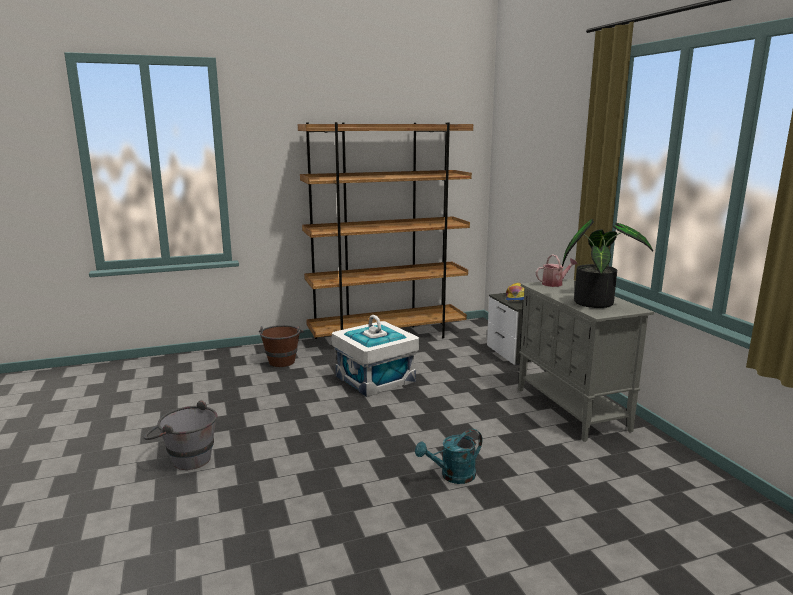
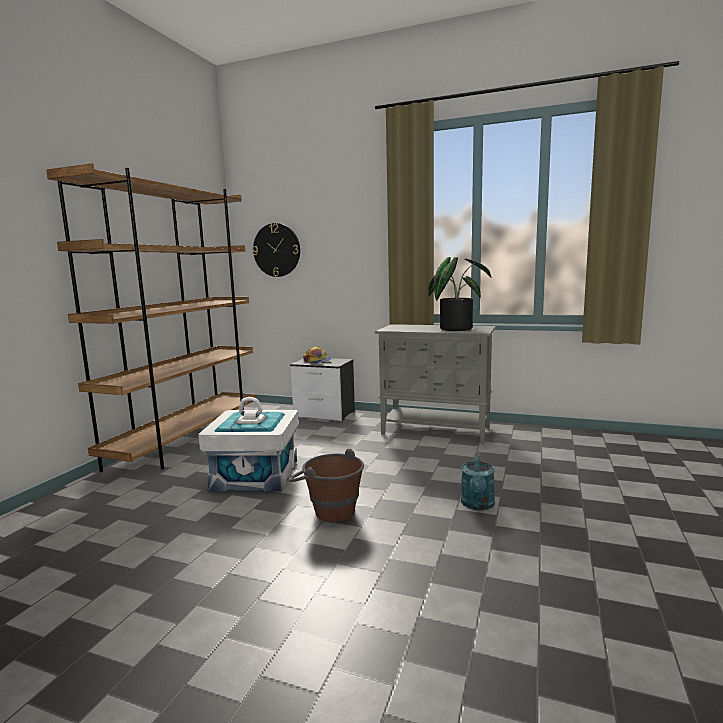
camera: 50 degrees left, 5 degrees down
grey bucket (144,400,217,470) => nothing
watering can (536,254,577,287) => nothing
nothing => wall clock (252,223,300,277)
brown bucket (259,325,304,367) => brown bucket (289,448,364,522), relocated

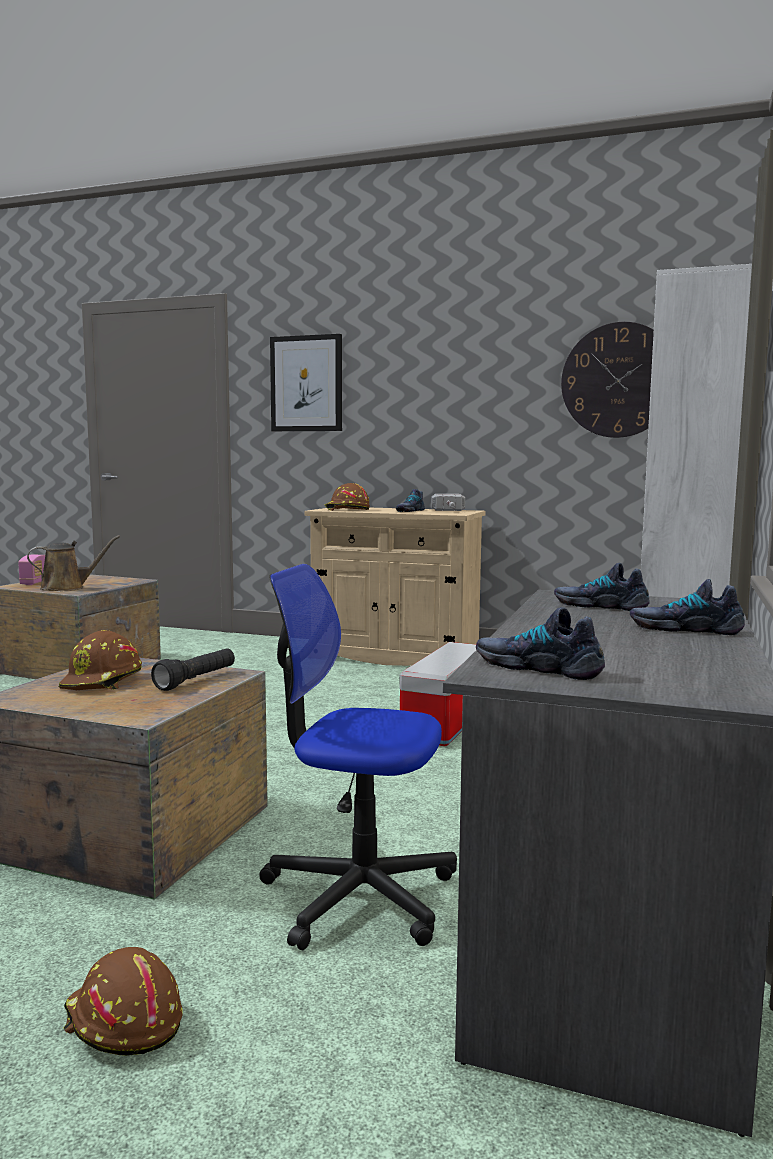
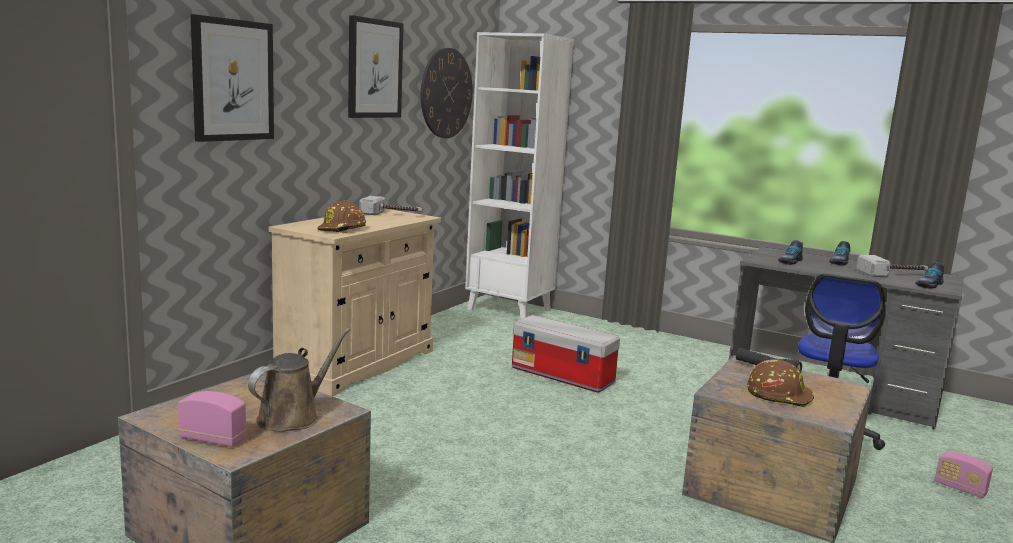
camera: 80 degrees left, 5 degrees up
shoe (396,489,425,512) => nothing
nothing => picture (348,15,404,118)
nothing => hammer (857,255,928,277)
brown hard hat (64,947,183,1056) => radio (935,452,993,498)
brown watering can (27,535,120,591) => brown watering can (248,328,350,432), 45 degrees clockwise

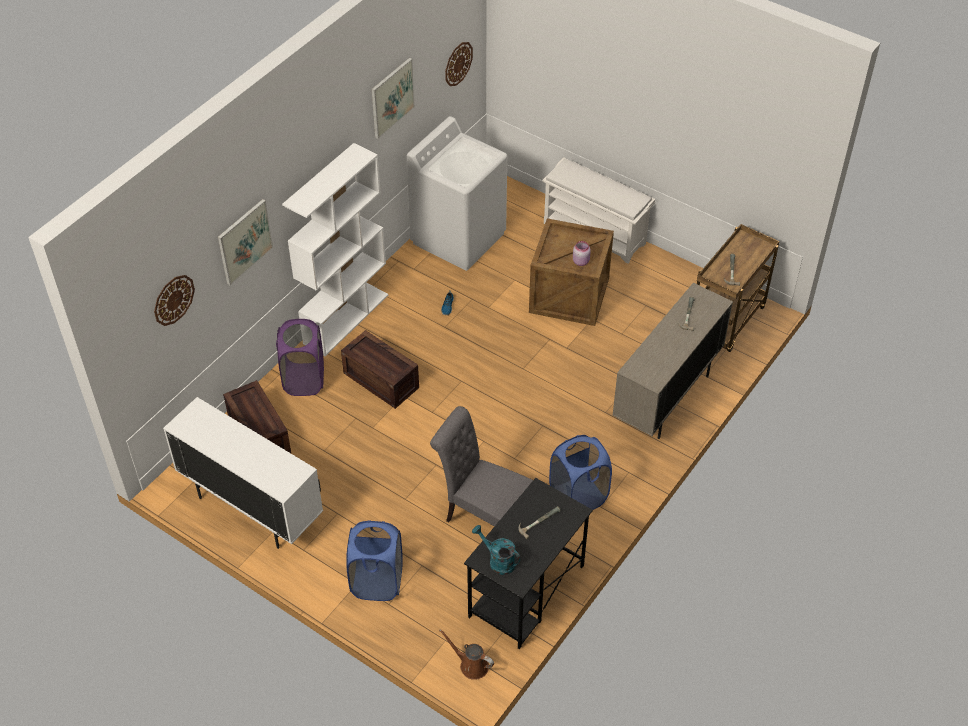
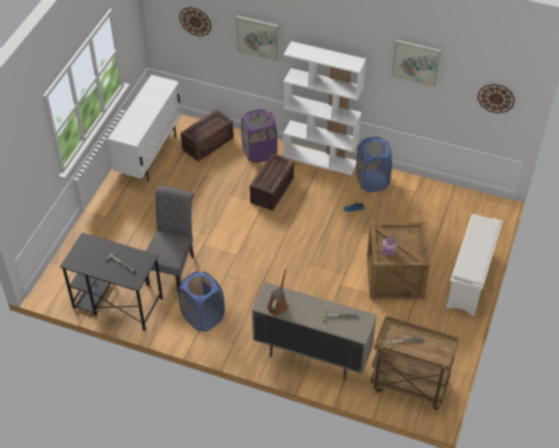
camera: 75 degrees right, 0 degrees up
white washing machine (407,116,507,271) => nothing
turquoise watering can (472,525,521,575) => nothing
blue laundry basket (346,520,403,601) => blue laundry basket (356,137,392,192), relocated
brown watering can (439,629,494,680) => brown watering can (267,269,288,315), relocated

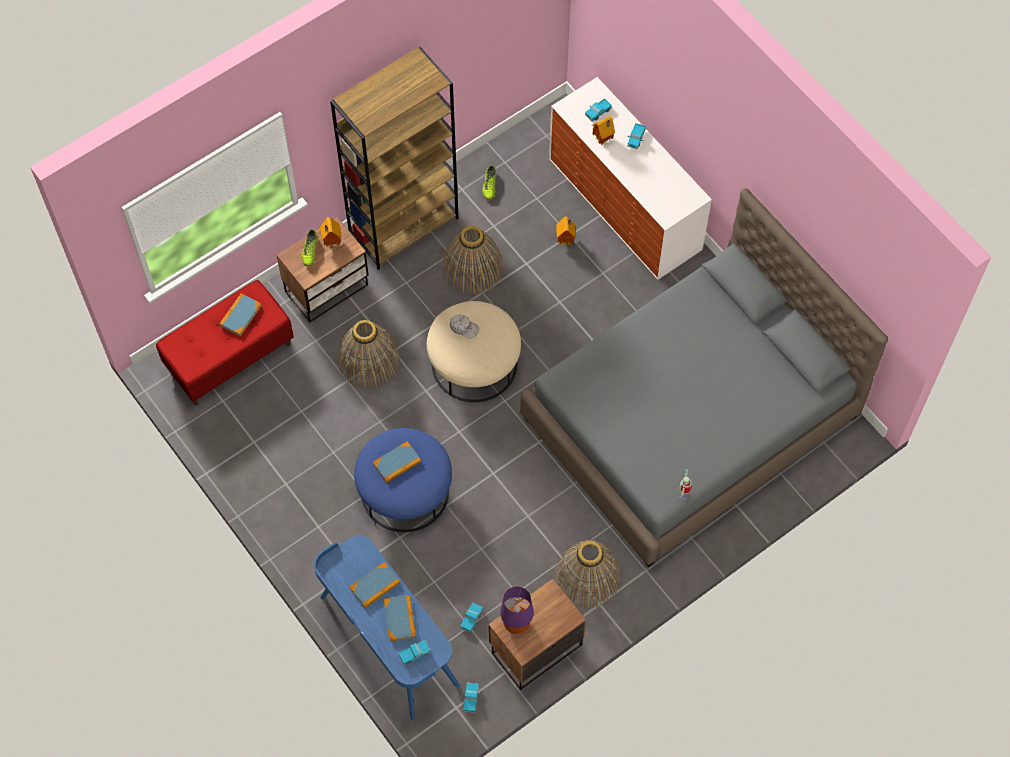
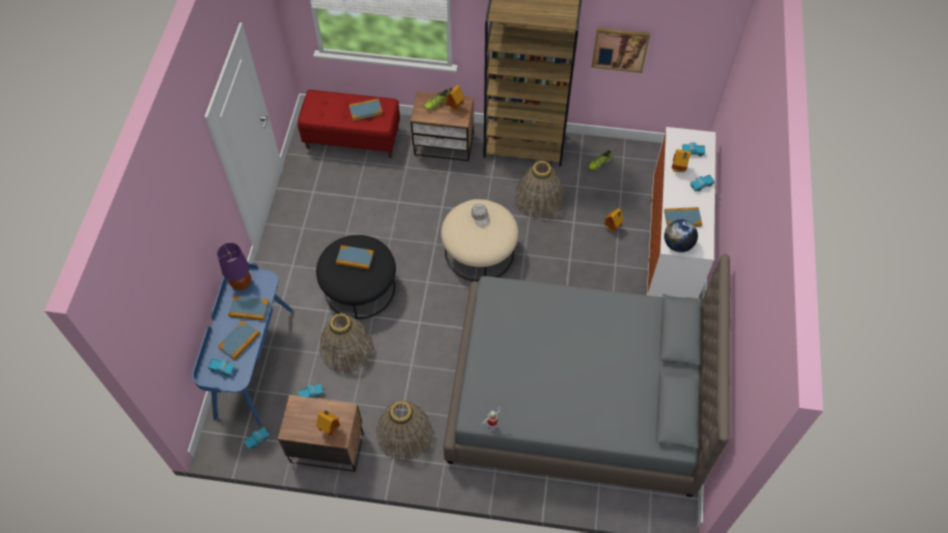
camera: 45 degrees right, 5 degrees down
nothing => toy house (316,410,340,436)
nothing => picture (591,28,650,73)
nothing => book (664,207,702,227)
nothing => globe (664,219,698,252)
basket (338,320,400,389) => basket (320,313,374,373), relocated
purple table lamp (500,587,534,634) => purple table lamp (217,243,251,290), relocated
blue ottoman (354,428,452,532) => black ottoman (316,235,396,319)

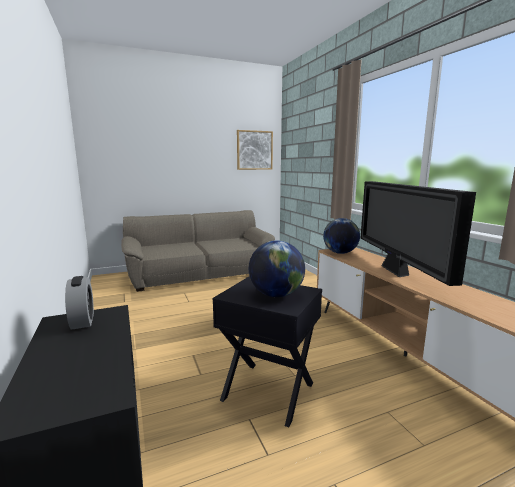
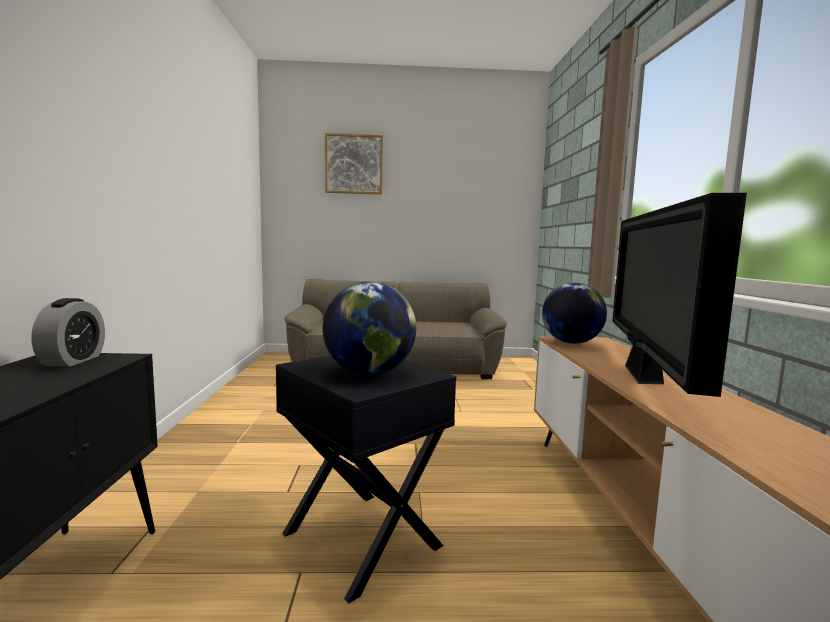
camera: 20 degrees right, 5 degrees down
picture (237,130,273,170) => picture (325,133,383,195), relocated

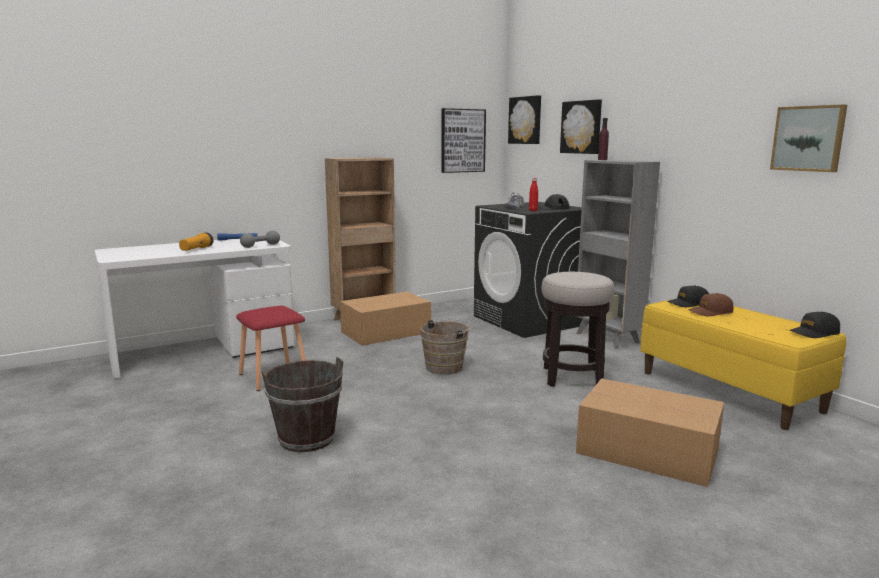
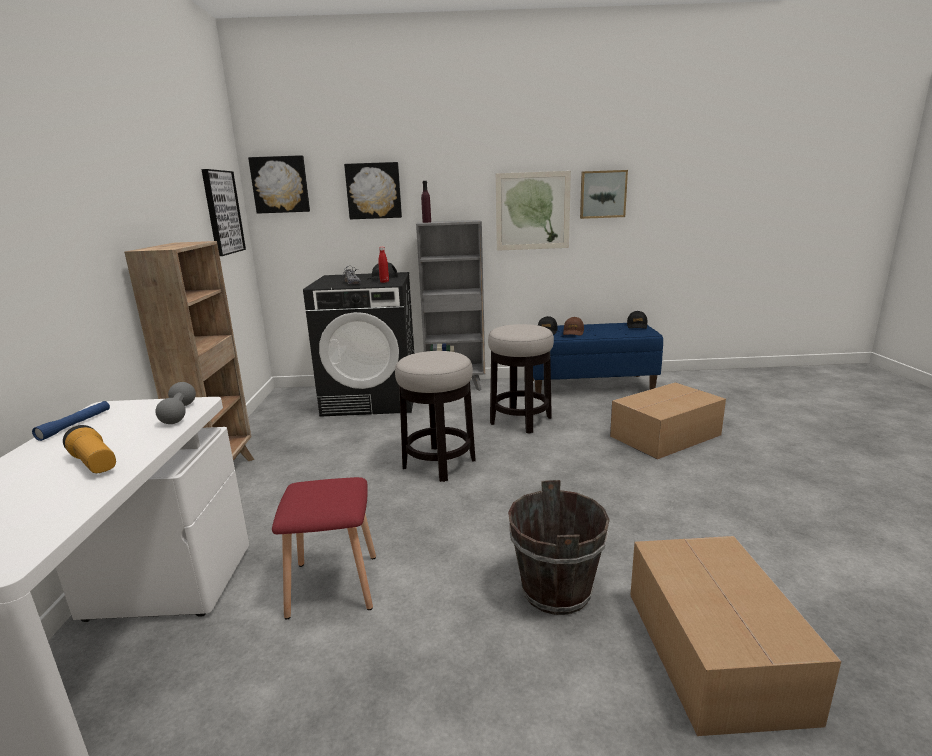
camera: 60 degrees left, 5 degrees up
nothing => picture (496,171,571,251)
cardboard box (340,292,431,346) => cardboard box (630,536,841,736), relocated
brown bucket (420,319,474,375) => stool (395,351,476,482)
yellow bench (640,299,846,430) => blue bench (533,323,663,393)

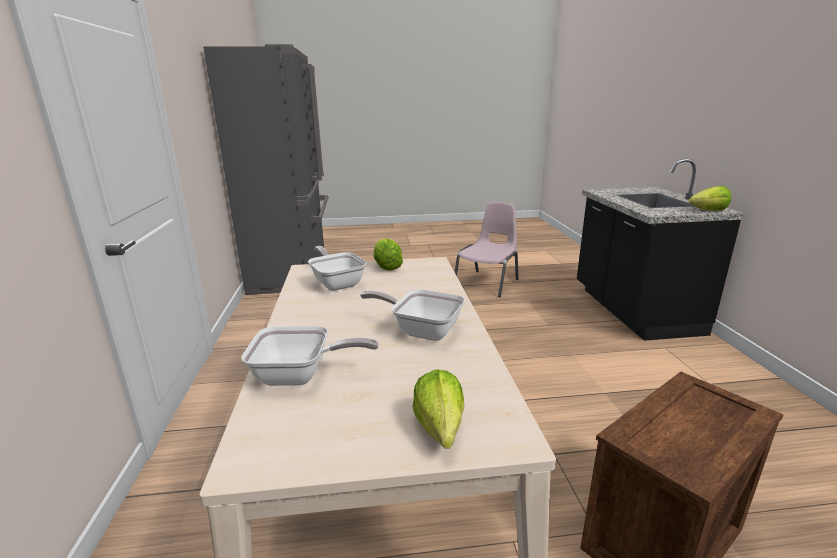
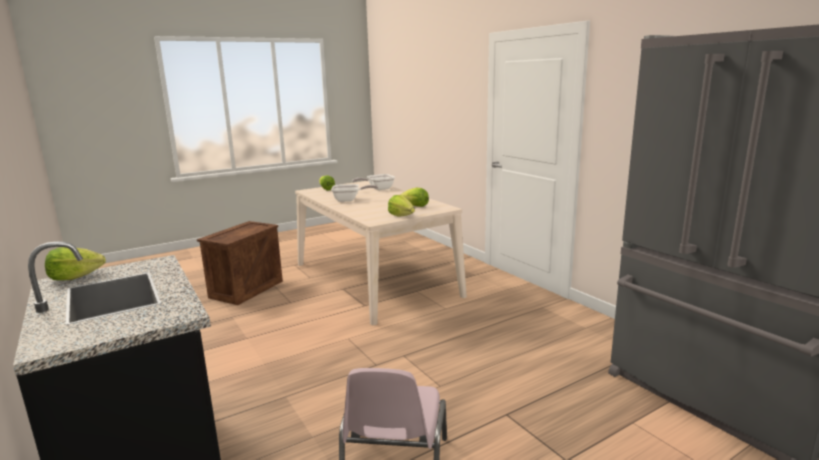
camera: 155 degrees right, 5 degrees down
frying pan (308,246,367,291) => lettuce (400,188,429,207)

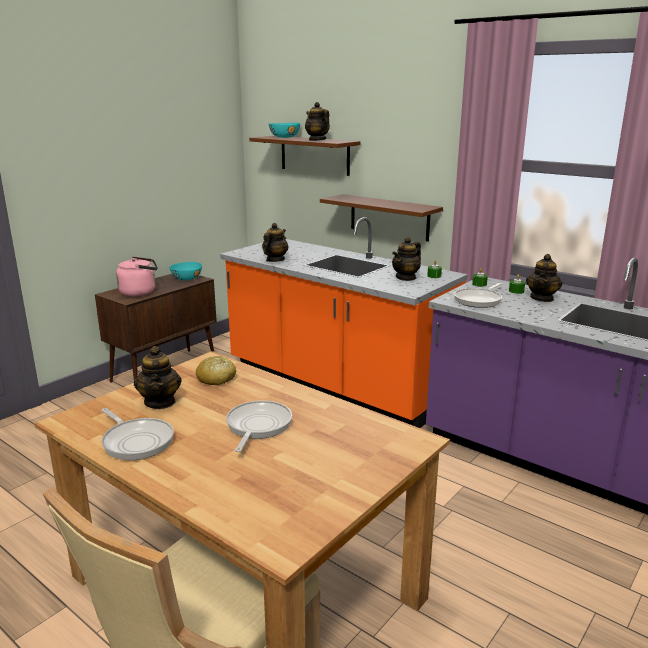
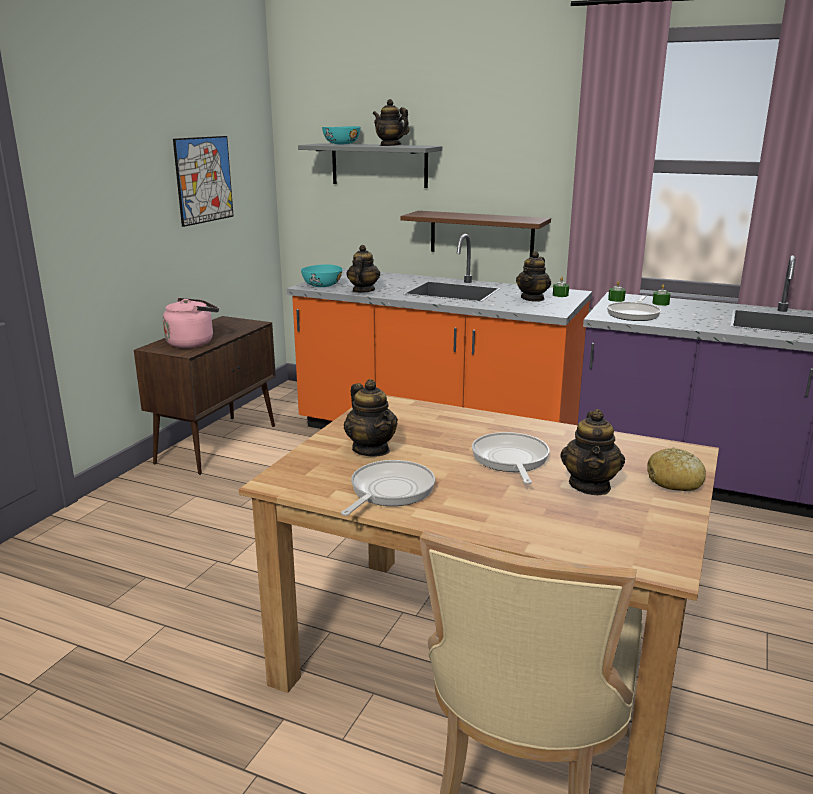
camera: 15 degrees left, 0 degrees up
nothing => picture (173,136,234,227)
turquoise bowl (170,262,202,281) => turquoise bowl (301,264,343,287), relocated
bread (196,356,237,385) => bread (647,447,706,491), relocated
teapot (526,254,562,302) => teapot (560,409,625,495), relocated
brown shelf (249,136,360,176) => grey shelf (298,143,442,188)
frying pan (101,408,174,460) => frying pan (341,460,435,516), 90 degrees counterclockwise

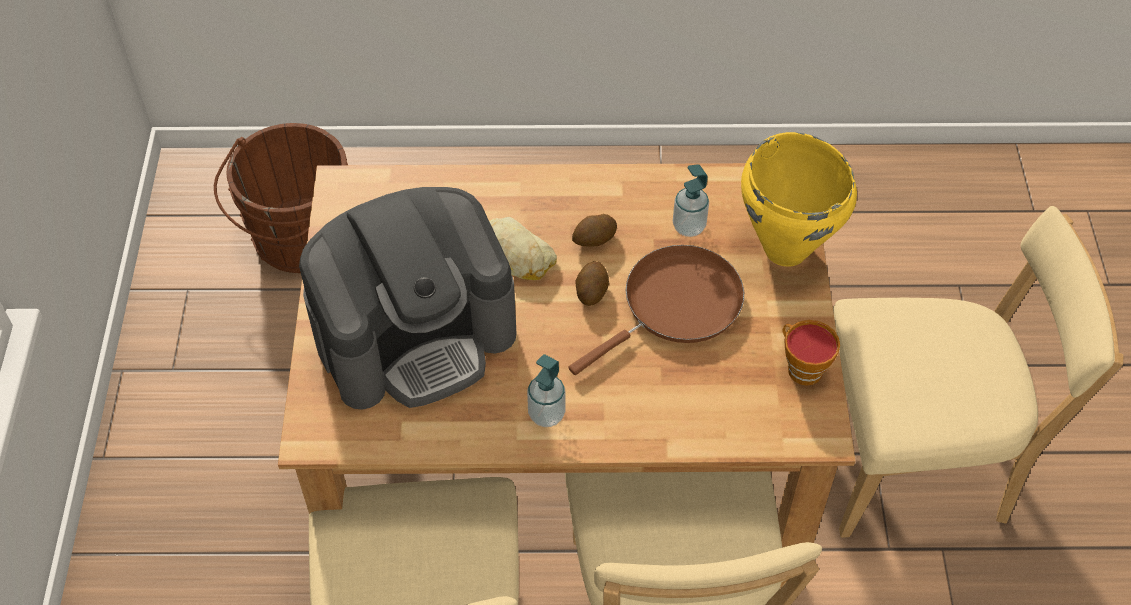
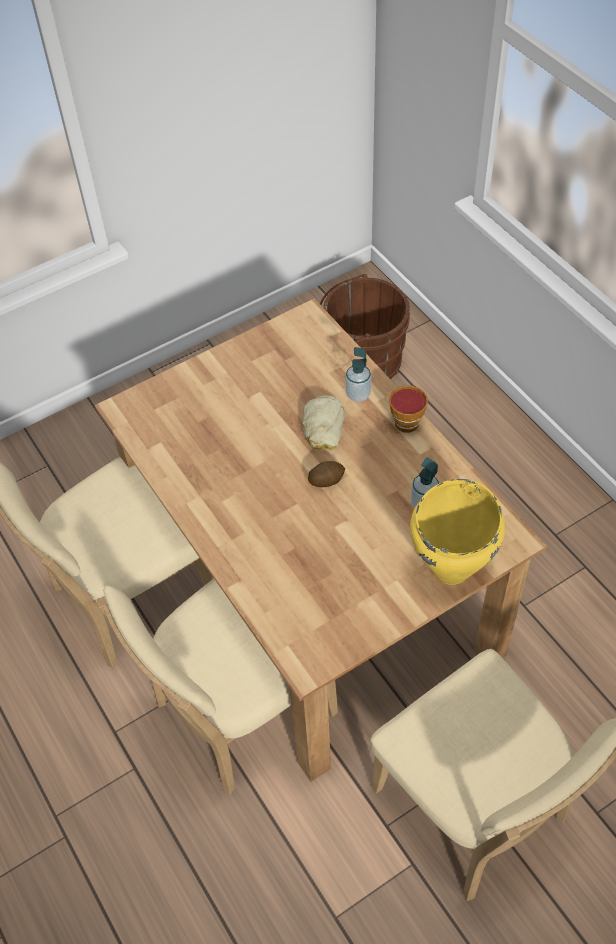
camera: 60 degrees right, 0 degrees up
coffee machine (299,187,517,410) => nothing
brown frying pan (569,245,744,375) => nothing
potato (572,214,617,246) => nothing
soap dispenser (527,354,566,427) => soap dispenser (345,347,371,402), relocated
cup (782,320,840,386) => cup (389,385,428,433), relocated

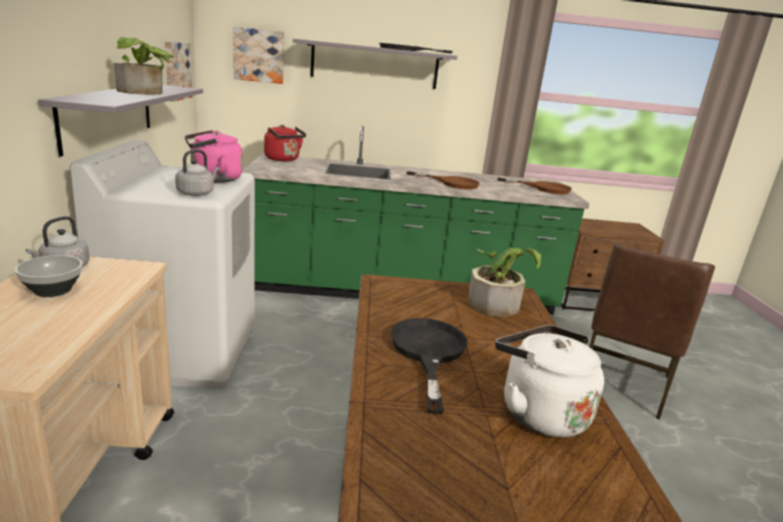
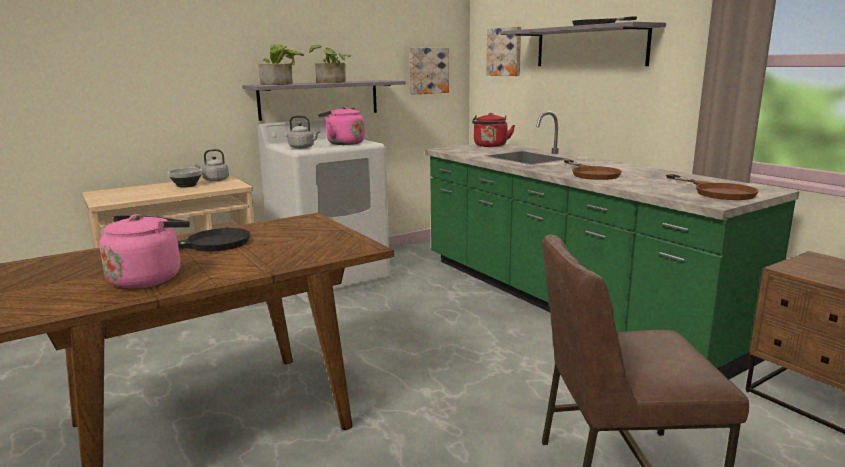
camera: 60 degrees right, 5 degrees down
potted plant (468,248,541,318) => potted plant (259,44,304,85), relocated
white kettle (495,325,604,437) => pink kettle (99,214,190,289)

